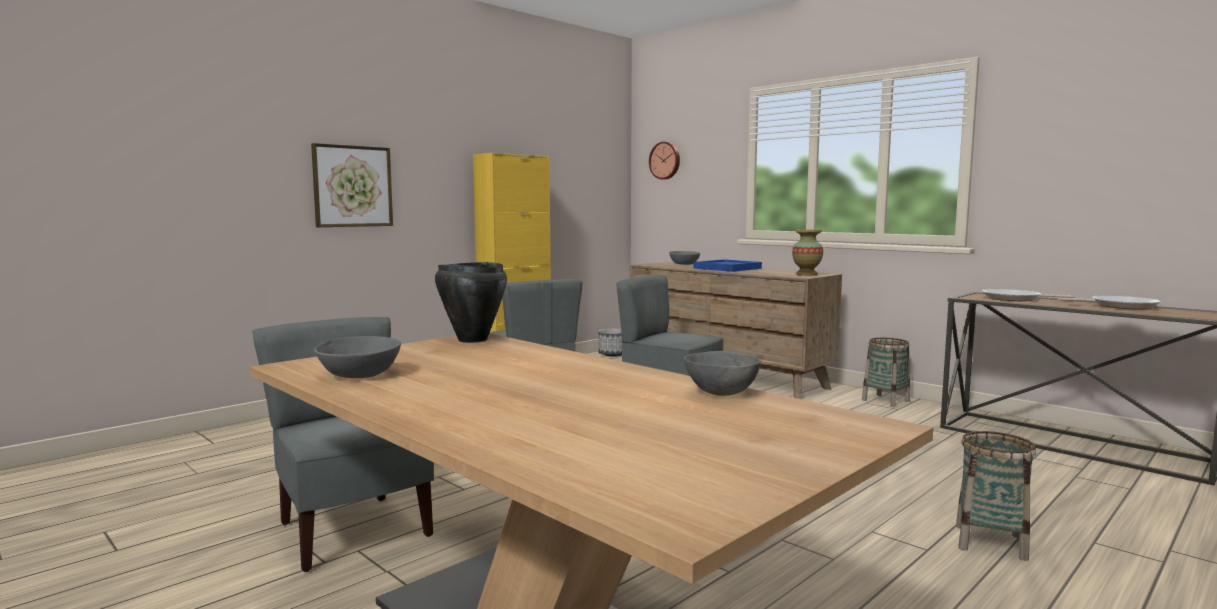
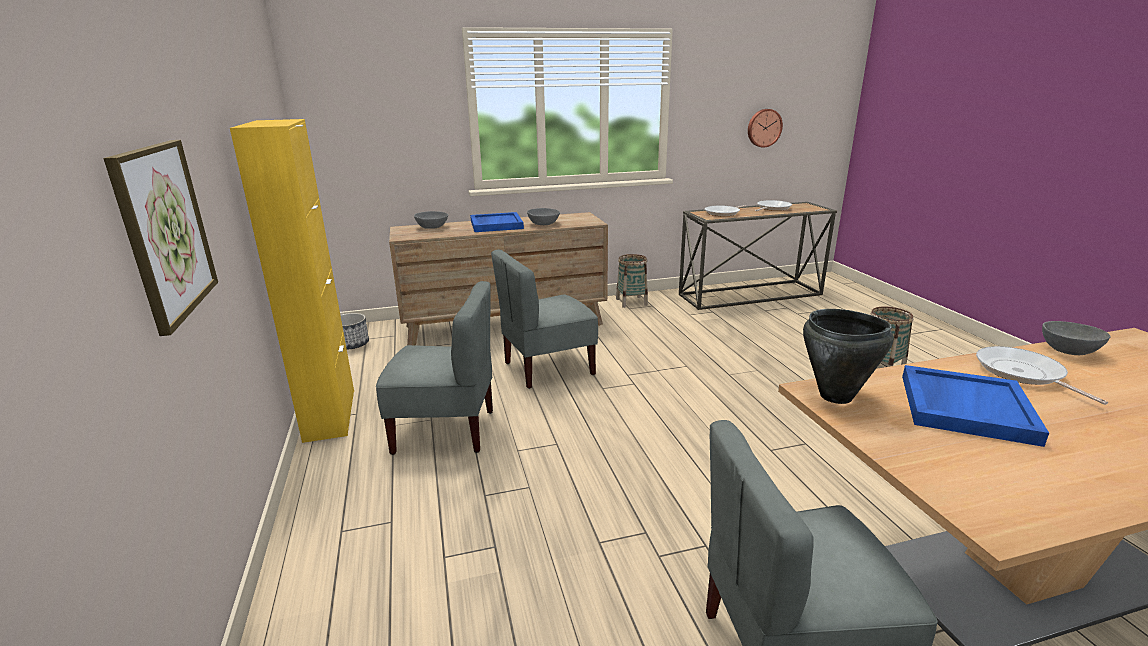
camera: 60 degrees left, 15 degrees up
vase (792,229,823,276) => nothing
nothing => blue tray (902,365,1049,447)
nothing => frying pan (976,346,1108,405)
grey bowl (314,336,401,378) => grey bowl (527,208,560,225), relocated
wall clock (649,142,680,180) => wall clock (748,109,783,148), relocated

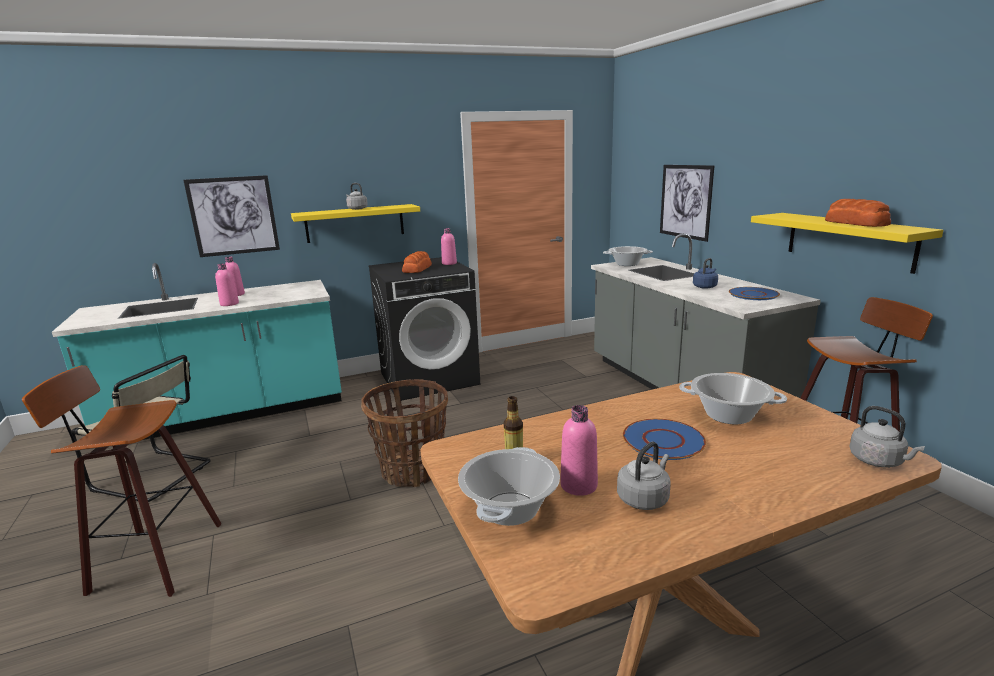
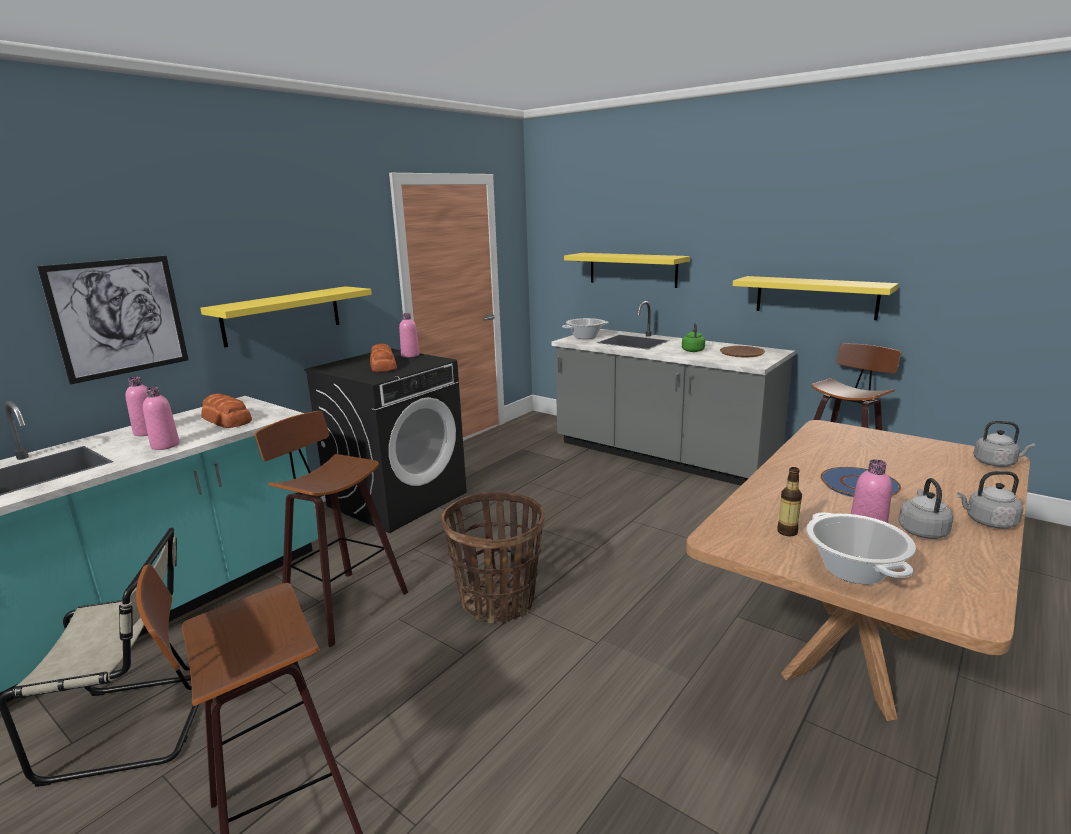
camera: 30 degrees left, 0 degrees up
cooking pot (679,373,787,424) => nothing
nothing => stool (255,411,408,648)
grey kettle (346,183,368,210) => grey kettle (957,471,1023,529), relocated
bread (825,199,891,227) => bread (201,393,252,428), relocated
picture (660,165,714,242) => yellow shelf (564,253,690,288)
blue kettle (693,258,718,289) => green kettle (682,322,705,352)
blue plate (729,287,780,300) => brown plate (720,346,765,357)

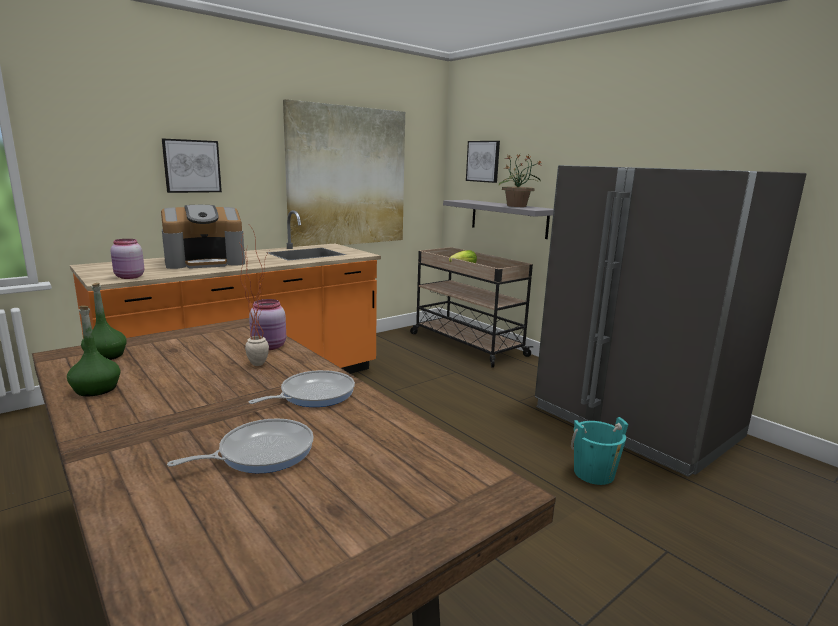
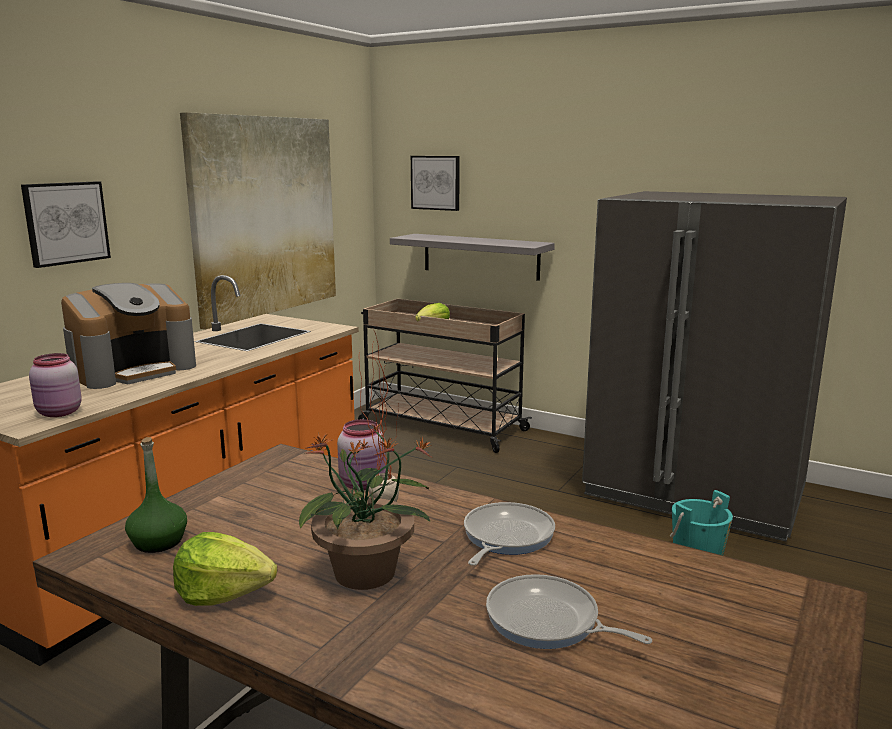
camera: 20 degrees left, 0 degrees up
potted plant (499,154,542,207) => potted plant (299,423,432,590), relocated
green bottle (67,306,121,396) => lettuce (173,532,277,606)
frying pan (167,419,314,473) => frying pan (486,574,652,649), 90 degrees counterclockwise

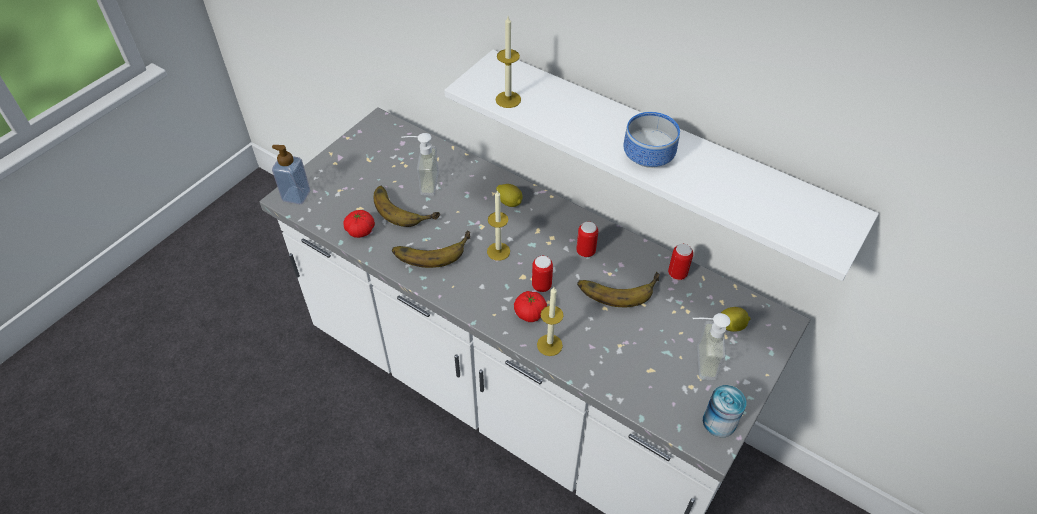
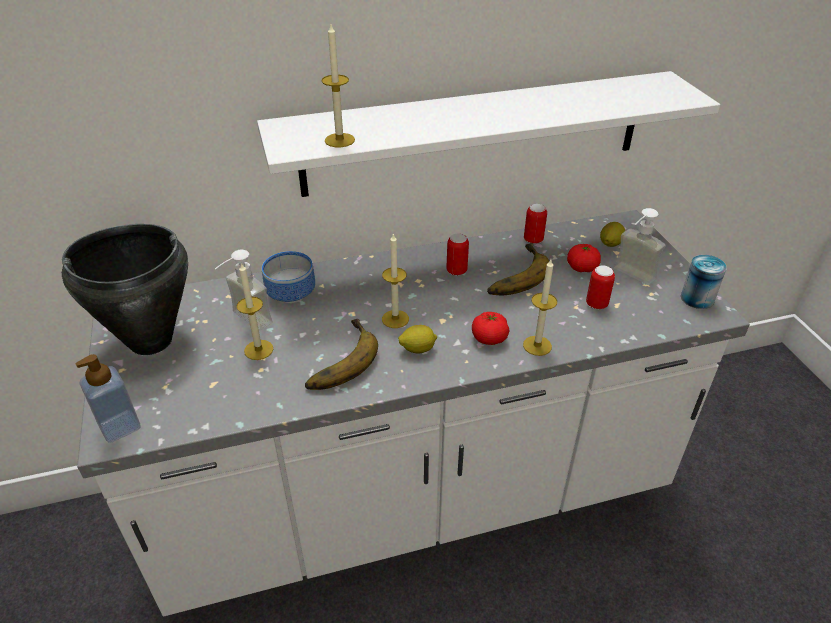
camera: 50 degrees left, 10 degrees down
nothing => black cooking pot (62,224,188,355)
tomato (343,210,375,238) => tomato (567,244,601,272), relocated
lemon (496,184,523,207) => lemon (398,325,437,353), relocated
can (532,256,553,292) => can (586,266,615,309), relocated
bowl (623,112,680,168) => bowl (262,251,315,303), relocated
banana (373,186,440,227) => candle (237,263,273,360)

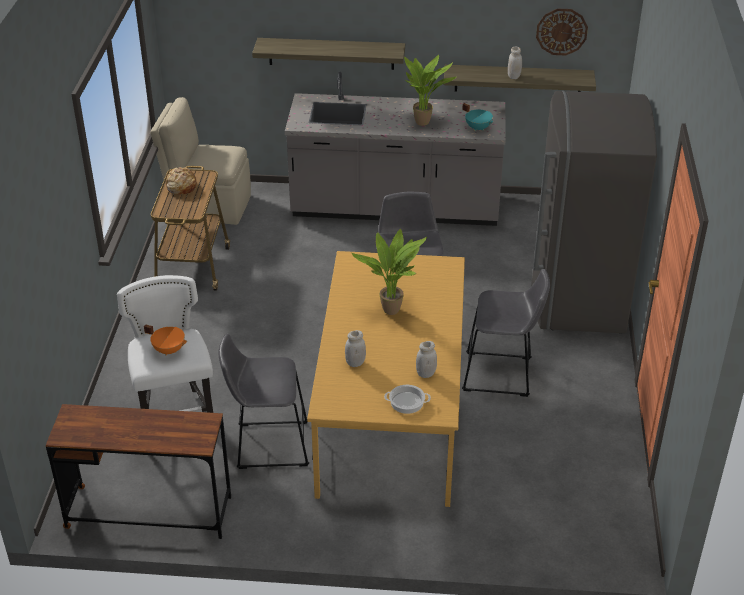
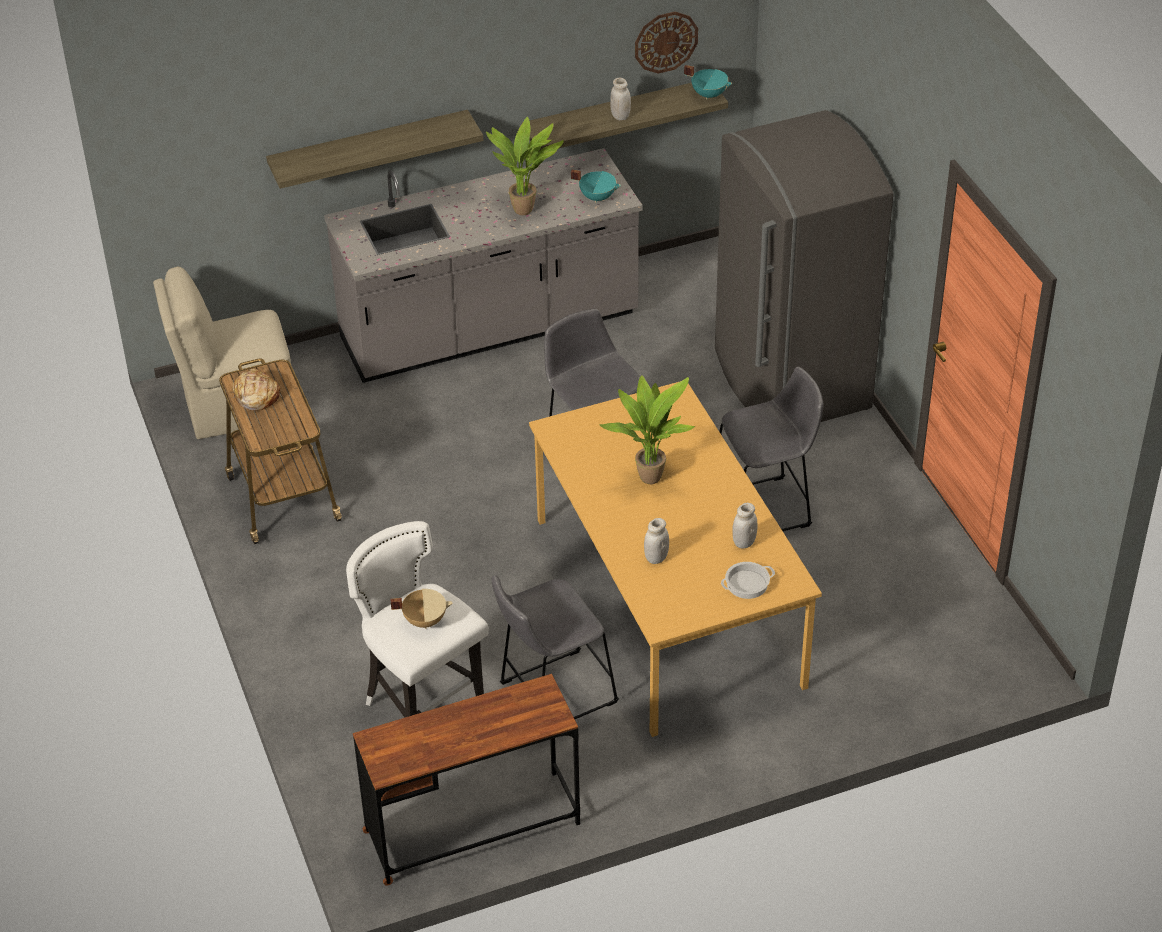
camera: 25 degrees left, 5 degrees up
nothing => turquoise cooking pot (684,65,732,100)
orange cooking pot (144,324,187,355) => beige cooking pot (390,589,452,629)

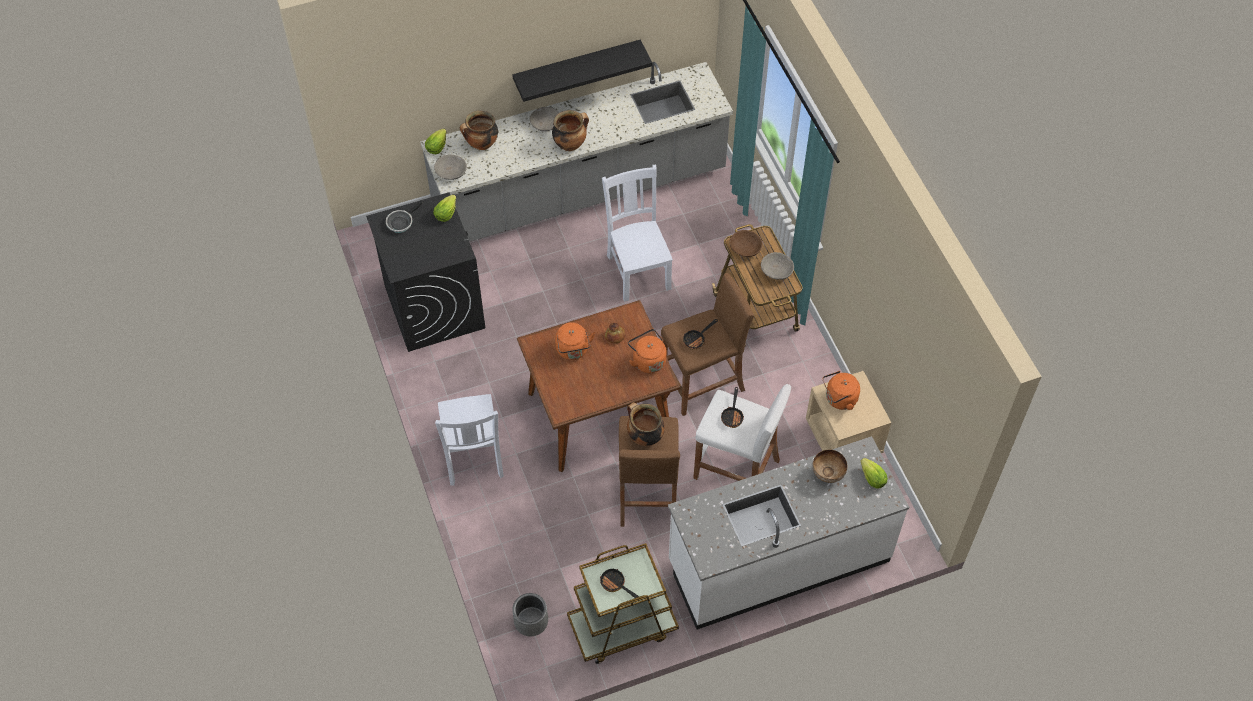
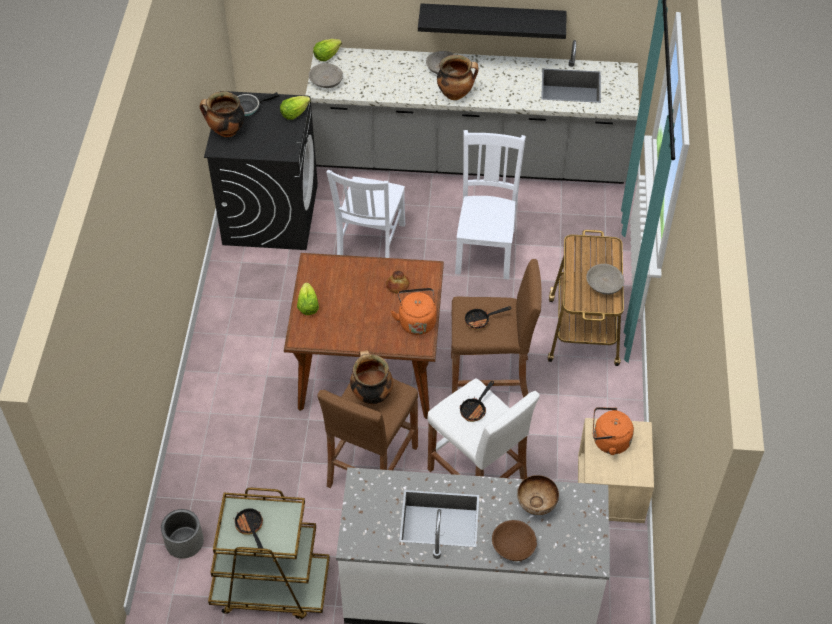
camera: 25 degrees right, 5 degrees down
orange kettle (555,322,595,360) => nothing
white chair (435,394,504,486) => white chair (326,170,405,258), relocated
cooking pot (460,111,498,150) => cooking pot (200,91,245,137), relocated
brown bowl (729,230,762,257) => brown bowl (492,520,537,561), relocated
lettuce (860,458,888,489) => lettuce (297,282,319,315), relocated

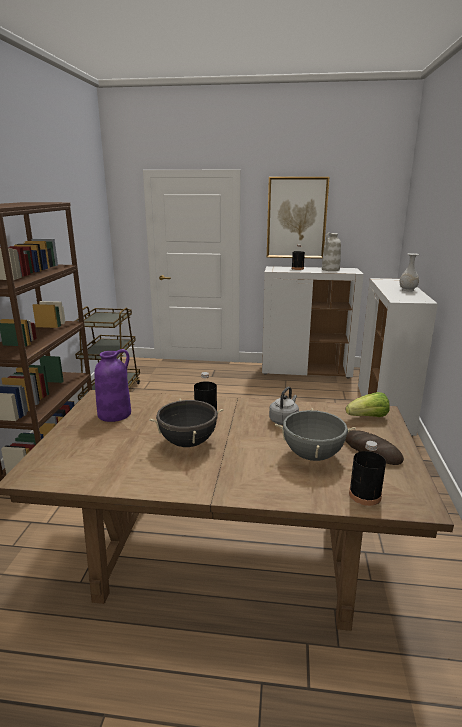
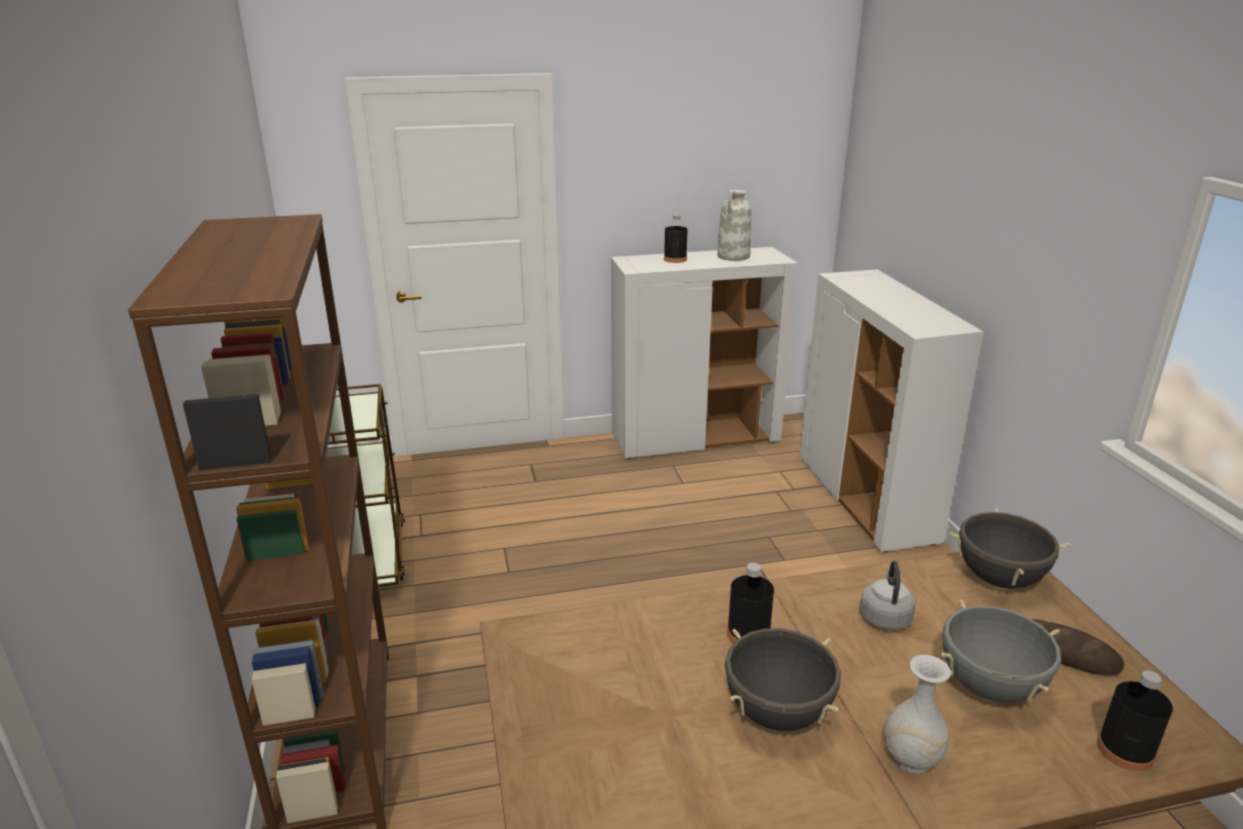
camera: 20 degrees left, 5 degrees up
purple vase (94,349,131,422) => nothing
picture (267,177,329,259) => nothing
white vase (399,253,419,291) => white vase (884,655,951,773), relocated
lettuce (346,392,390,417) => black cooking pot (949,508,1070,589)

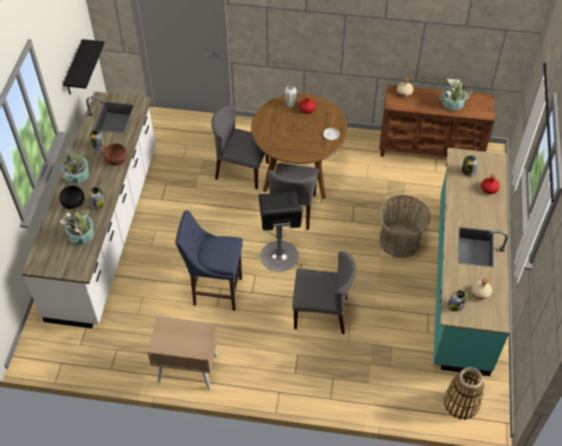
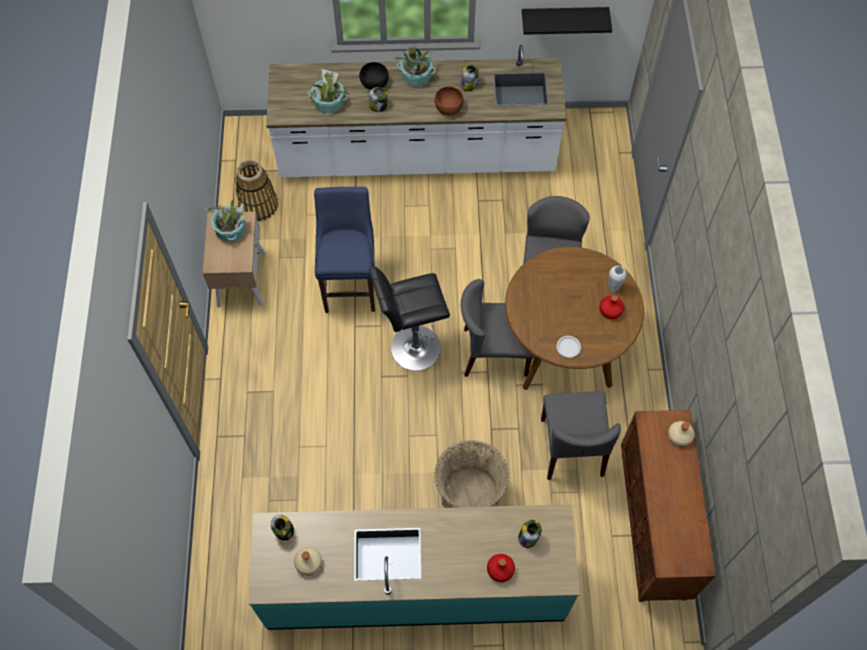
camera: 80 degrees right, 10 degrees up
grey chair (292,251,356,334) => grey chair (541,391,621,480), relocated
potted plant (439,79,473,110) => potted plant (204,198,246,242), relocated
basket (444,367,484,420) => basket (236,160,278,222), relocated

